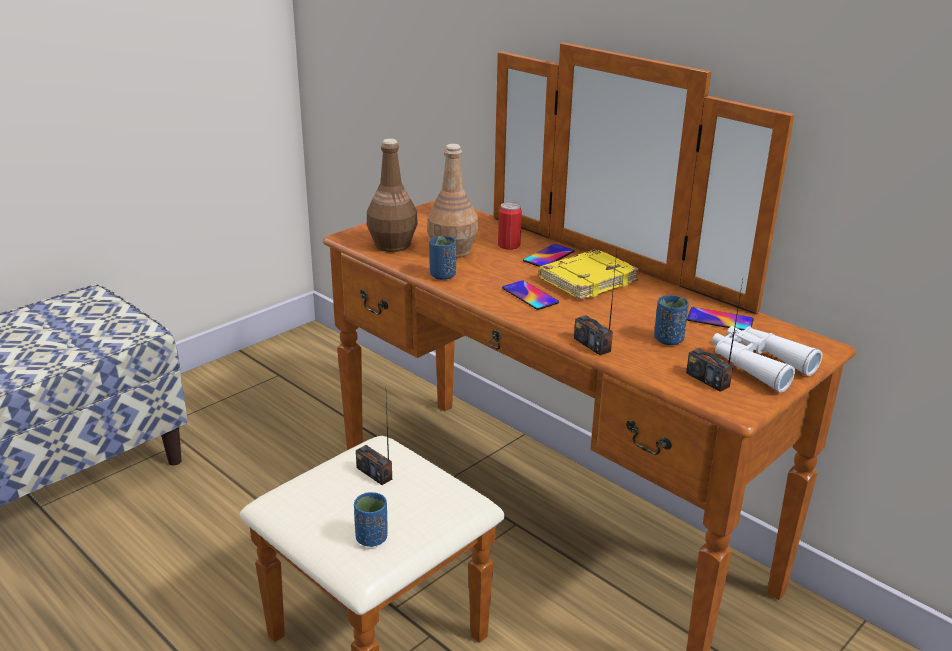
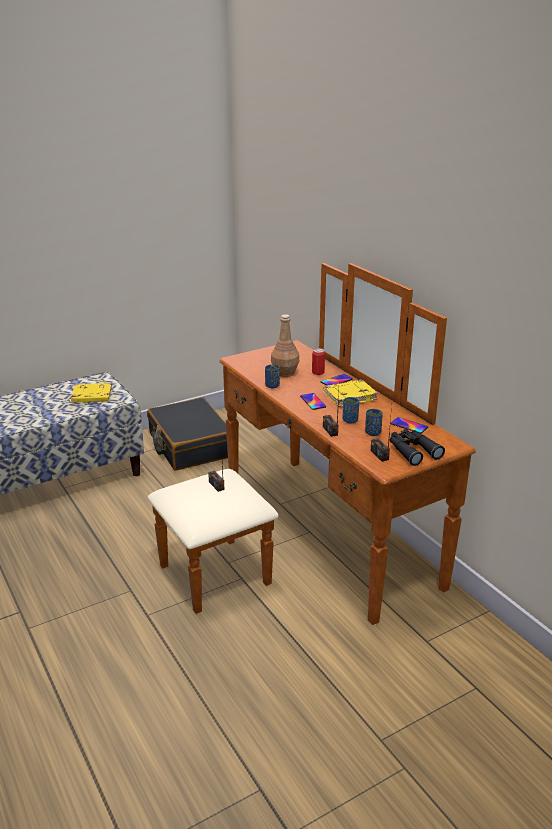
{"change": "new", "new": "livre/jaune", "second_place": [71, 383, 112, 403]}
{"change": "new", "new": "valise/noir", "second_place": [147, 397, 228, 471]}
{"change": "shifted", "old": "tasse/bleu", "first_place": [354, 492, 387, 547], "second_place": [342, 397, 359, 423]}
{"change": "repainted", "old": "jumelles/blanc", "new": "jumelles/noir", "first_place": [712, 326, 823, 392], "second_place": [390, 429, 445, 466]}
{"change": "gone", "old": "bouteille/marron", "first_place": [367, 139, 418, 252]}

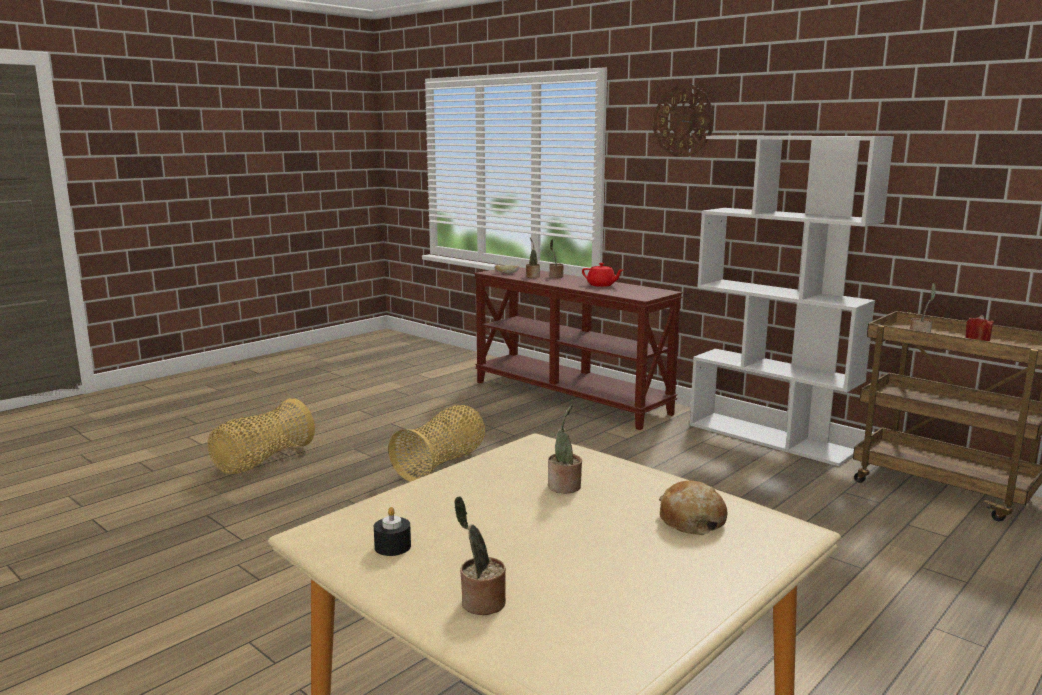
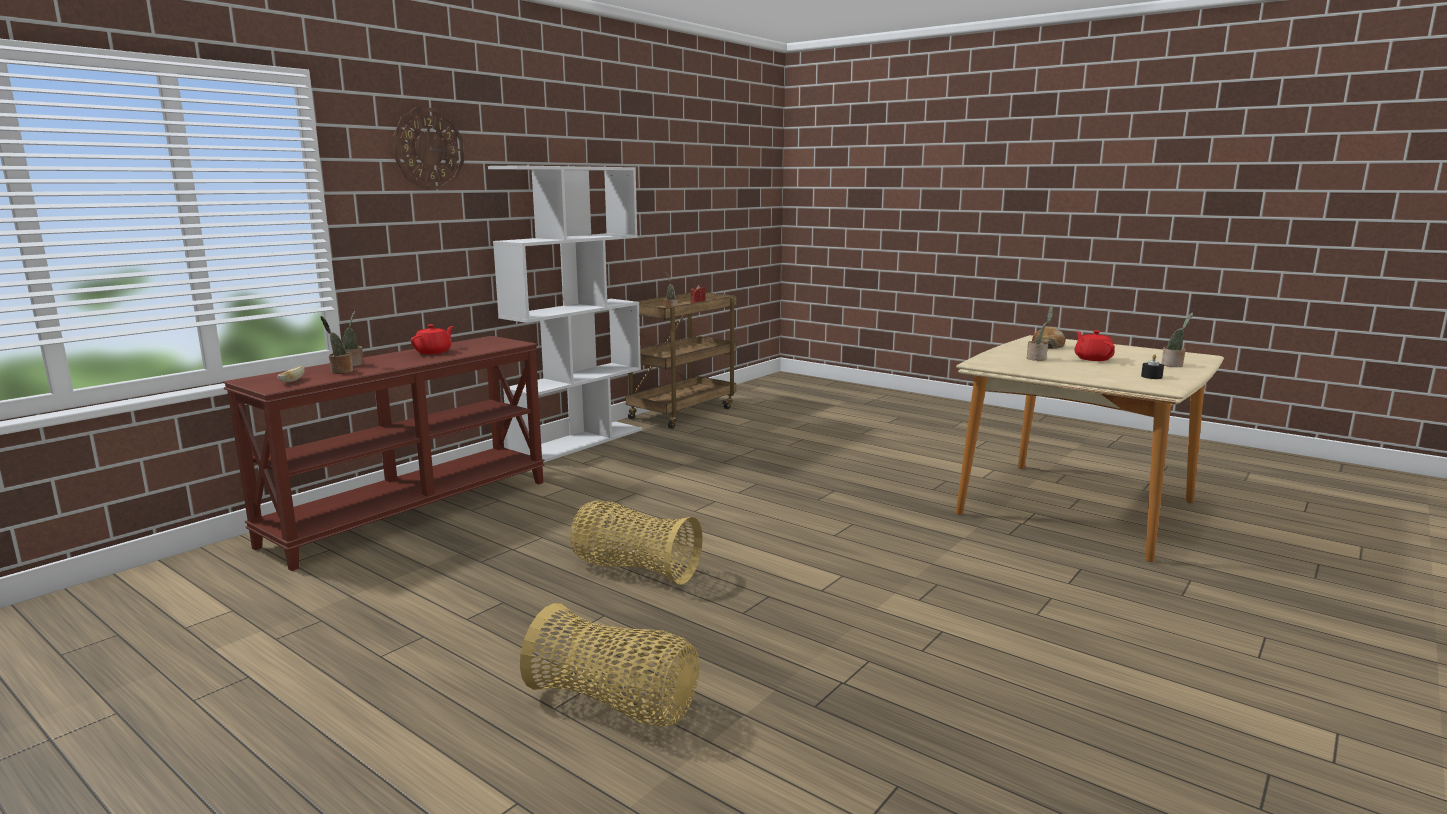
{"change": "new", "new": "théière/rouge", "second_place": [1075, 330, 1115, 361]}

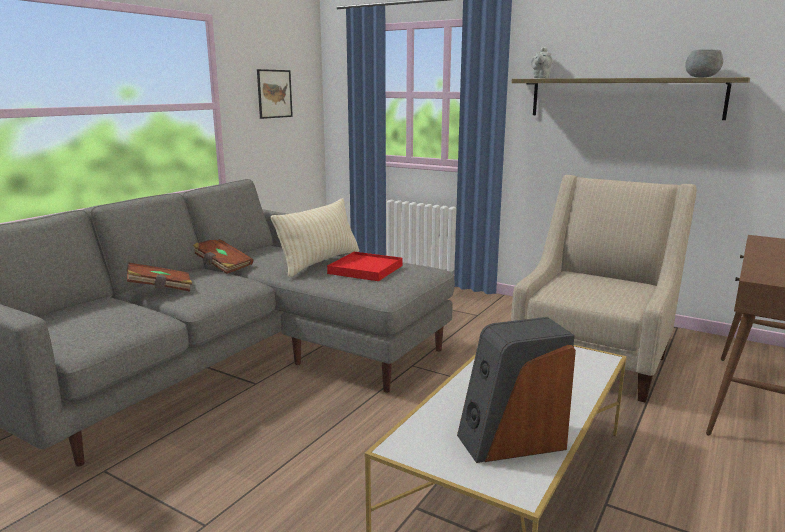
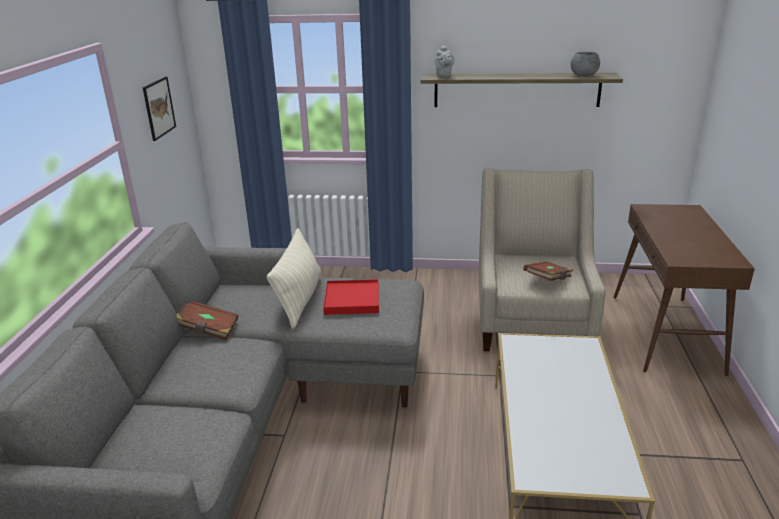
{"change": "shifted", "old": "livre/marron", "first_place": [127, 263, 192, 292], "second_place": [523, 262, 573, 281]}
{"change": "gone", "old": "enceinte", "first_place": [457, 317, 576, 463]}

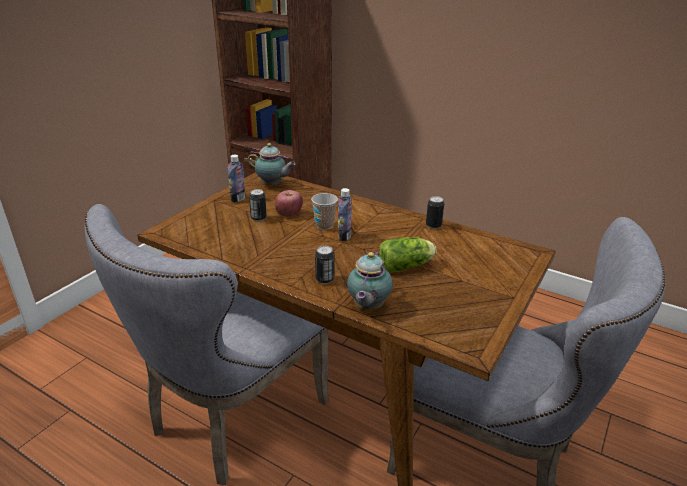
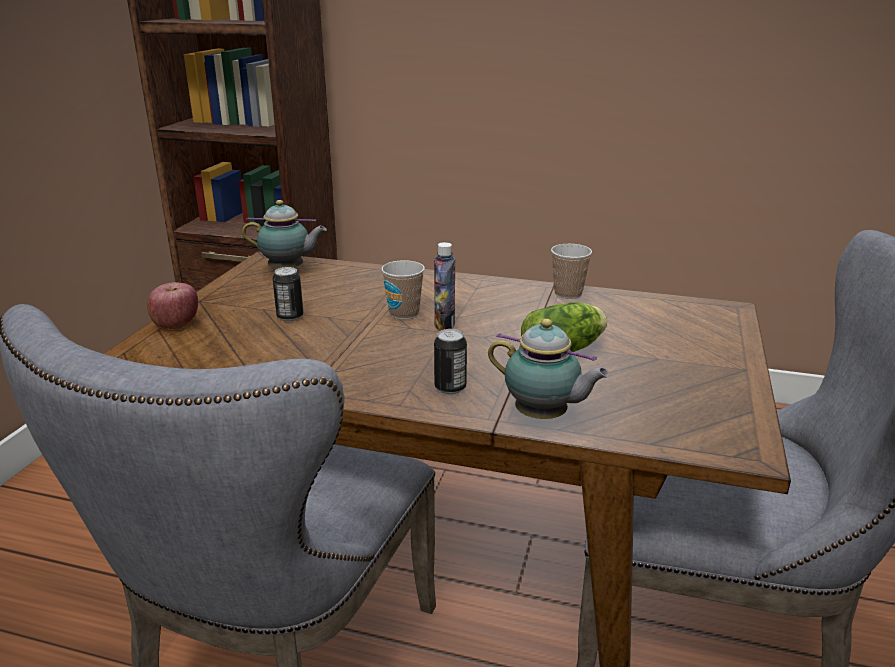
{"change": "shifted", "old": "pomme", "first_place": [275, 190, 303, 217], "second_place": [147, 282, 198, 329]}
{"change": "rotated", "old": "théière", "first_place": [347, 251, 393, 310], "second_place": [488, 319, 610, 419], "degrees": -60}
{"change": "swapped", "old": "boîte métallique", "new": "tasse", "first_place": [426, 196, 444, 229], "second_place": [551, 244, 592, 299]}
{"change": "gone", "old": "bouteille", "first_place": [228, 155, 246, 203]}

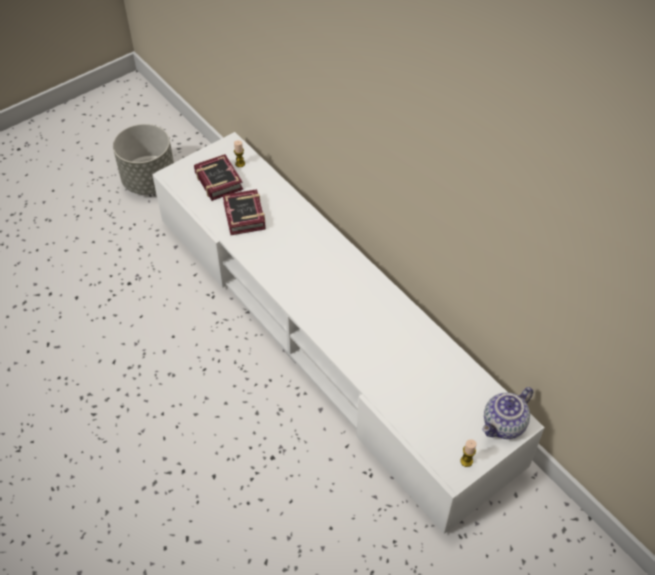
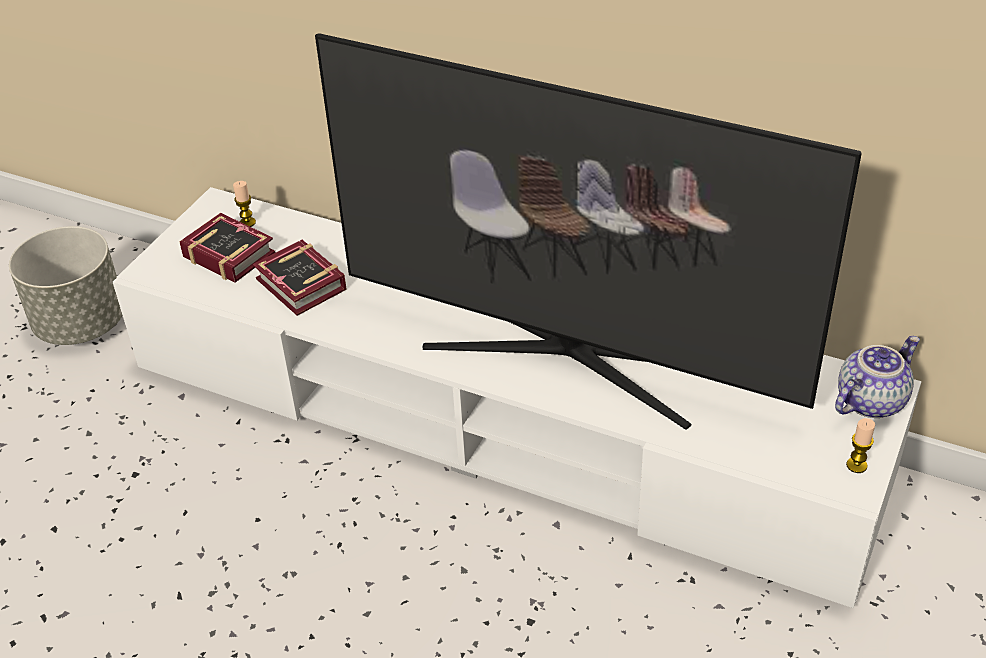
{"change": "new", "new": "téléviseur", "second_place": [315, 33, 862, 430]}
{"change": "rotated", "old": "théière", "first_place": [482, 387, 533, 439], "second_place": [835, 336, 920, 418], "degrees": -150}

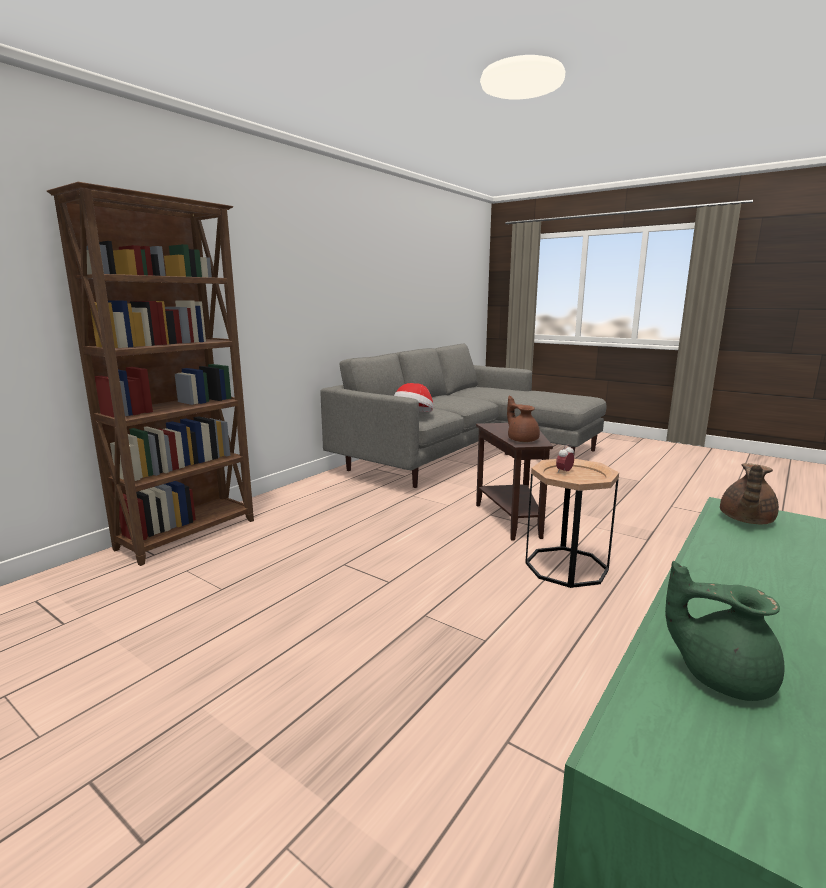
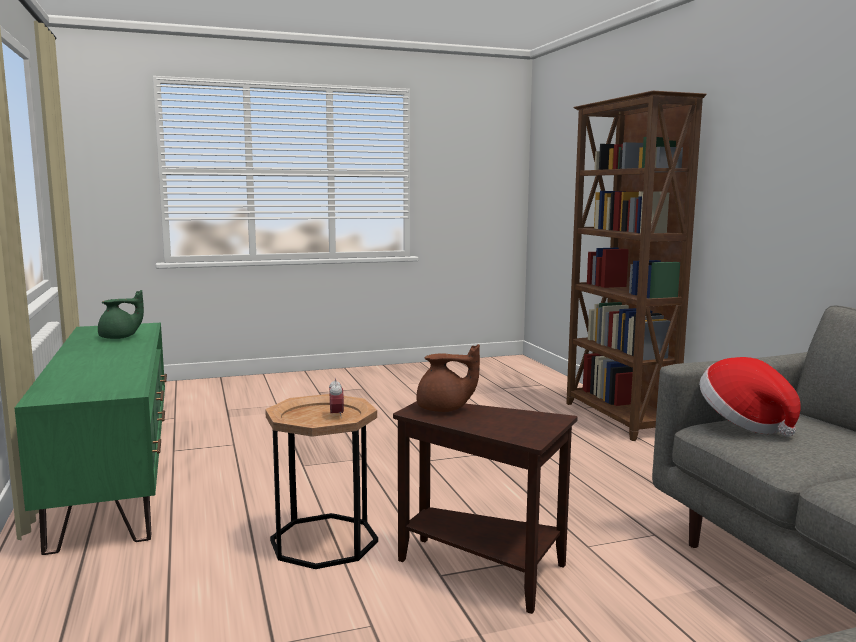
{"change": "gone", "old": "théière/marron", "first_place": [720, 463, 779, 524]}

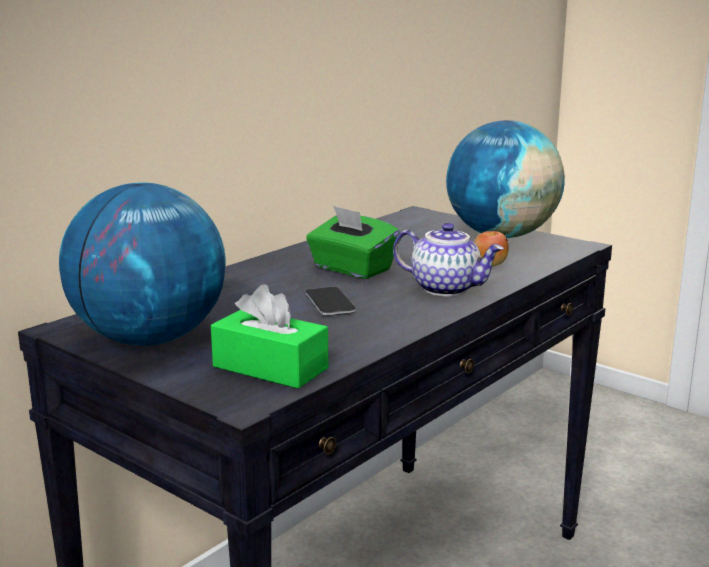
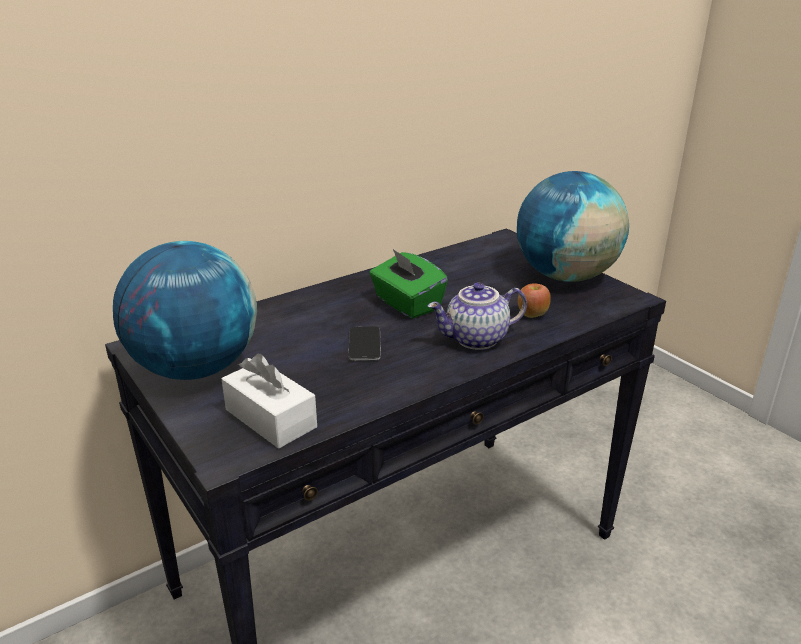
{"change": "repainted", "old": "boîte à mouchoirs/vert", "new": "boîte à mouchoirs/blanc", "first_place": [211, 284, 328, 389], "second_place": [222, 354, 317, 448]}
{"change": "rotated", "old": "théière", "first_place": [393, 223, 504, 297], "second_place": [428, 282, 527, 350], "degrees": 120}

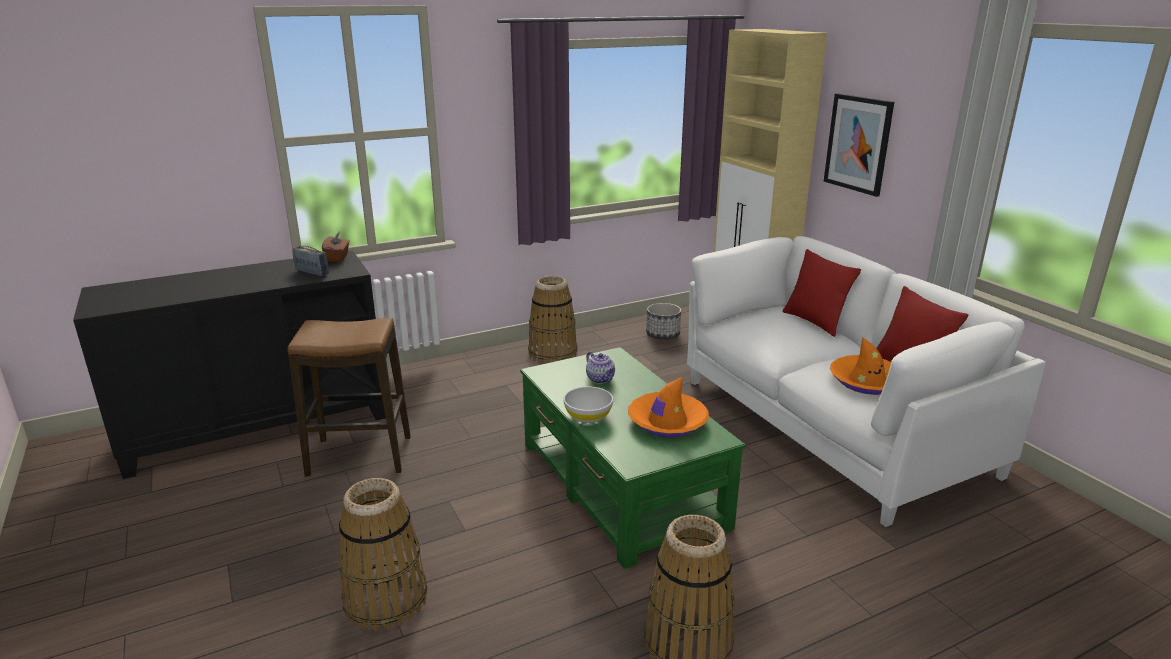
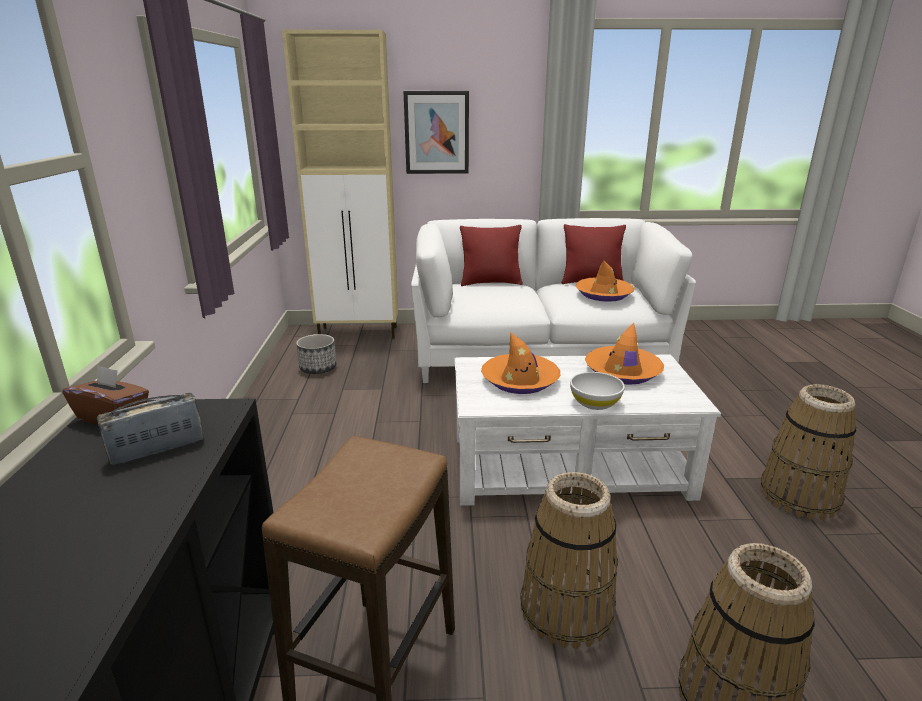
{"change": "repainted", "old": "table basse/vert", "new": "table basse/blanc", "first_place": [520, 347, 746, 569], "second_place": [455, 354, 721, 506]}
{"change": "swapped", "old": "théière", "new": "chapeau/orange", "first_place": [586, 352, 615, 384], "second_place": [481, 332, 560, 394]}
{"change": "shifted", "old": "panier", "first_place": [528, 276, 577, 364], "second_place": [520, 472, 618, 649]}

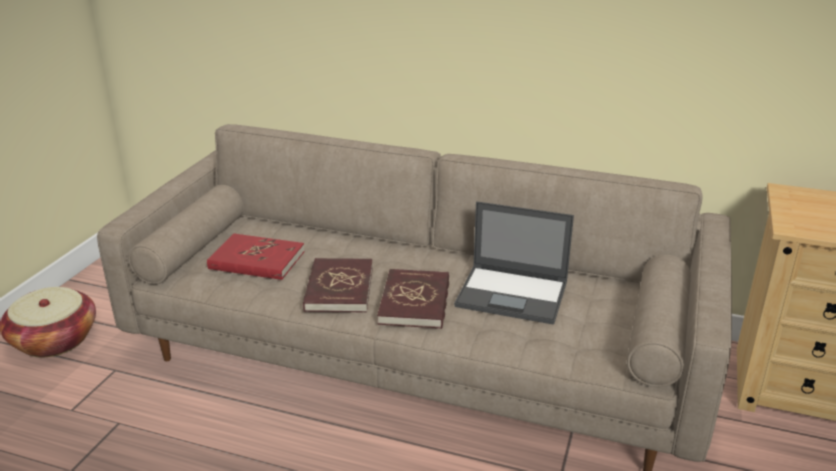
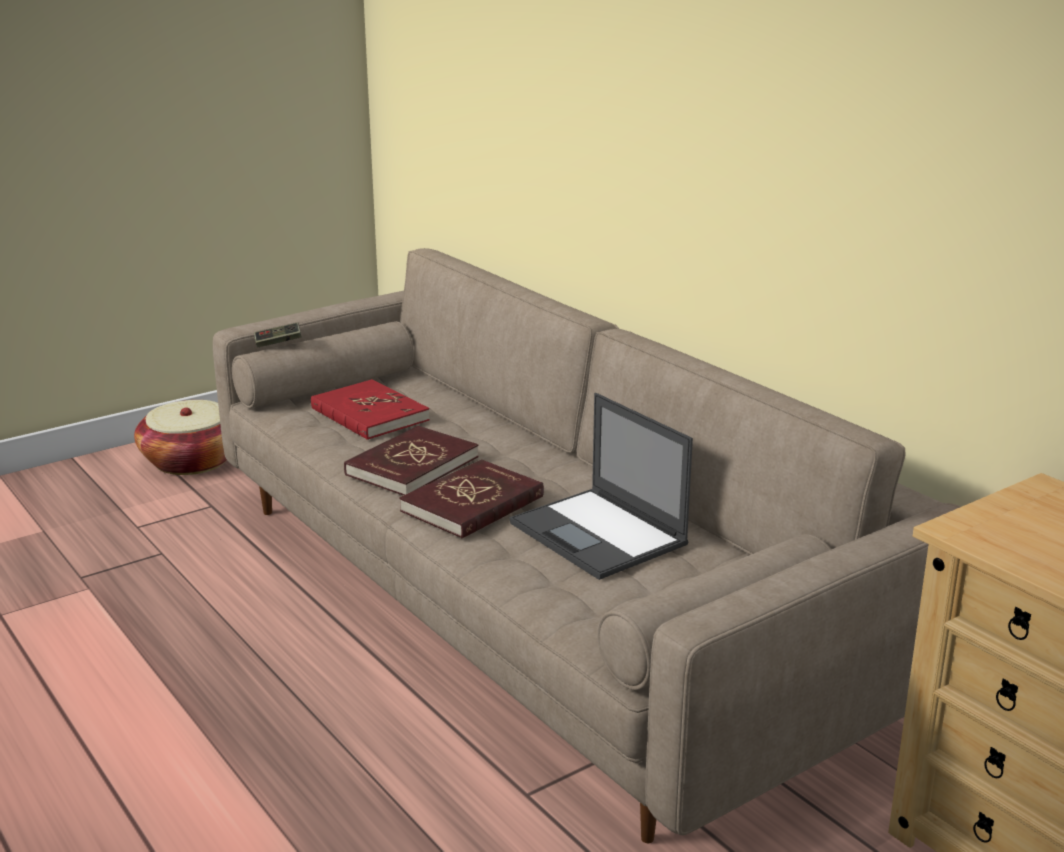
{"change": "new", "new": "manette", "second_place": [254, 322, 302, 347]}

